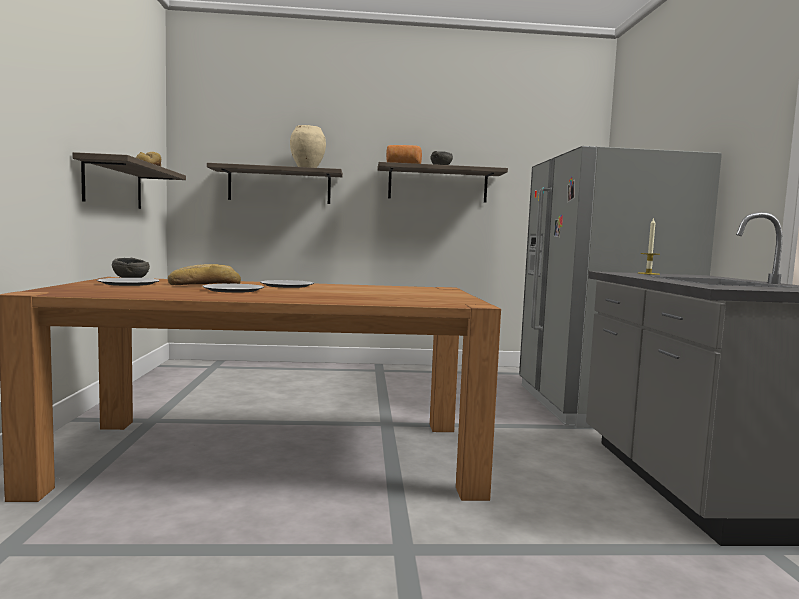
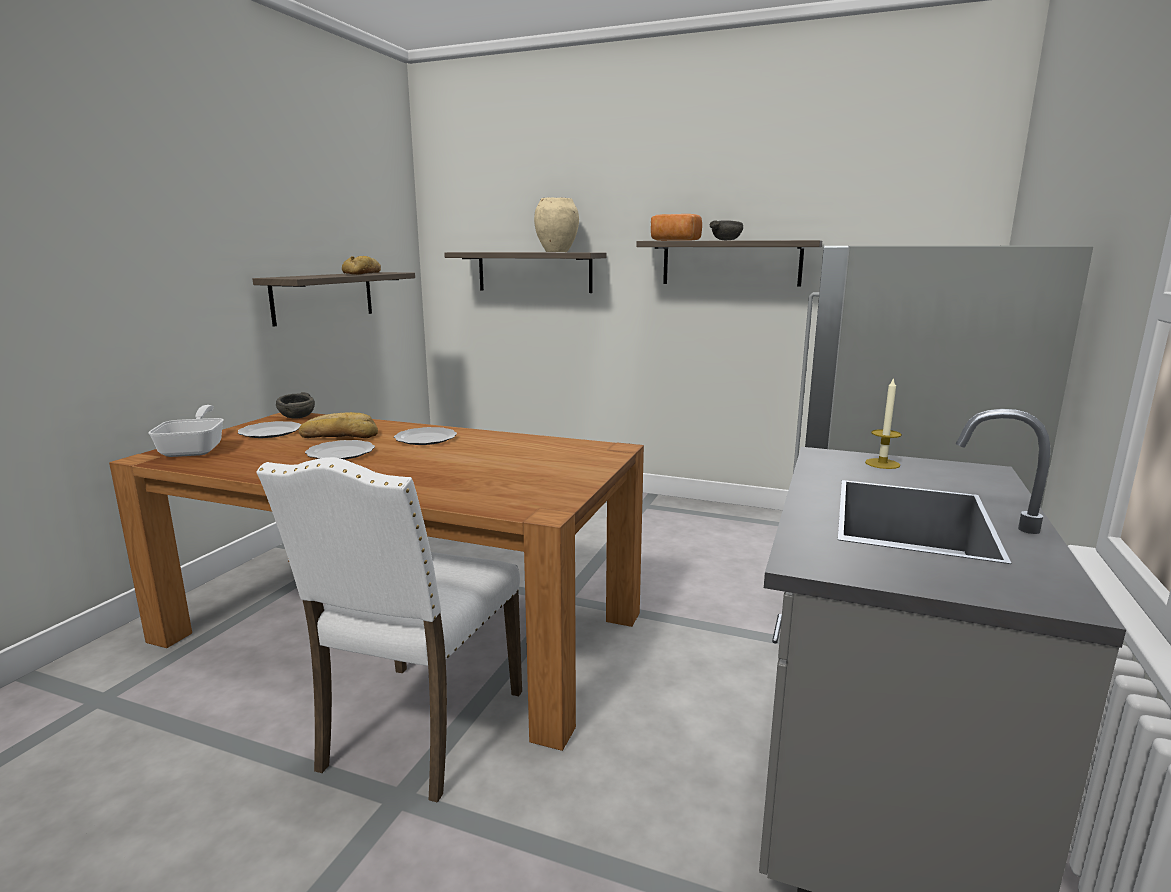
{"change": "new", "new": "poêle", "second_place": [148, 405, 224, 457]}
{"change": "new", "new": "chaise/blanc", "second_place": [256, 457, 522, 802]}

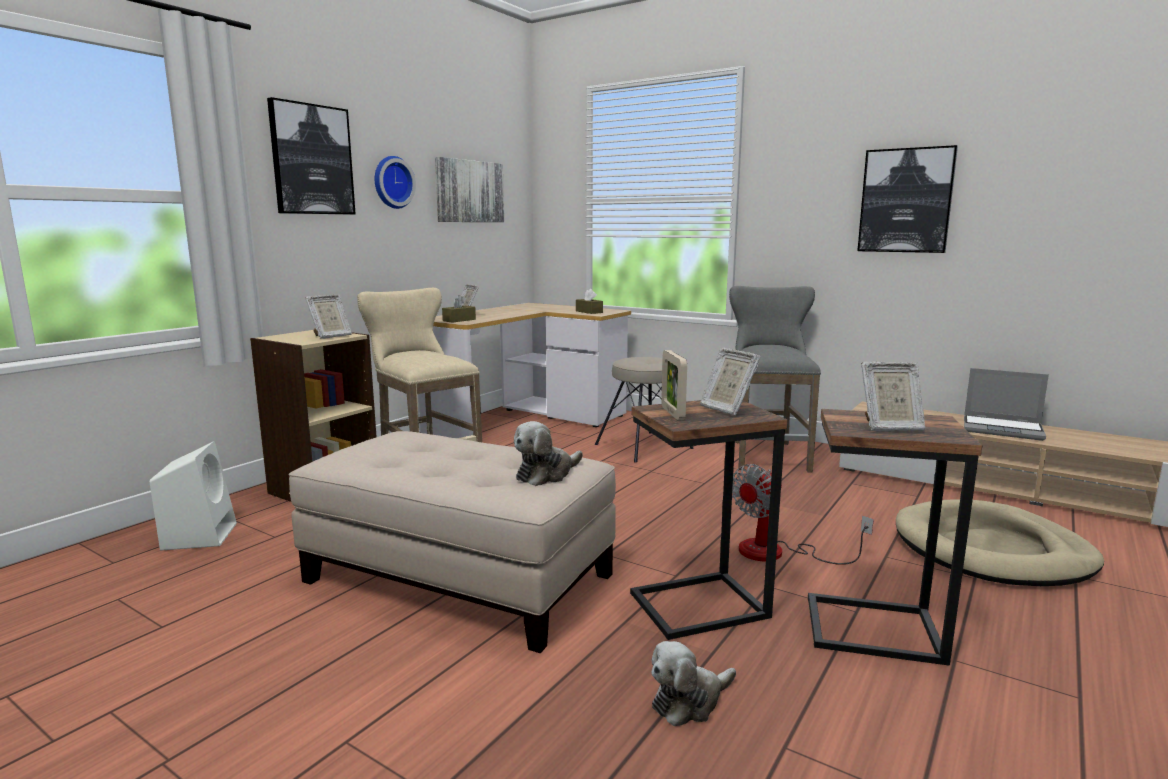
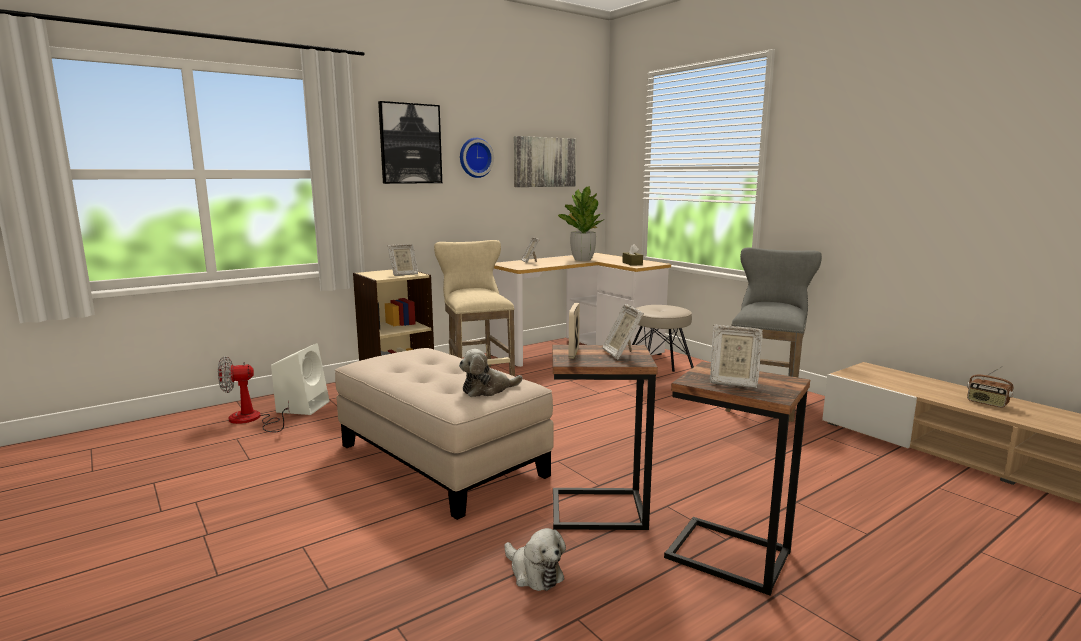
{"change": "shifted", "old": "ventilateur", "first_place": [732, 464, 874, 565], "second_place": [218, 356, 290, 432]}
{"change": "rotated", "old": "peluche", "first_place": [651, 641, 736, 726], "second_place": [504, 528, 566, 591], "degrees": -120}
{"change": "new", "new": "plante en pot", "second_place": [558, 186, 603, 261]}
{"change": "swapped", "old": "ordinateur portable", "new": "radio", "first_place": [964, 368, 1049, 441], "second_place": [967, 366, 1014, 408]}
{"change": "gone", "old": "boîte à mouchoirs/marron", "first_place": [442, 295, 476, 323]}
{"change": "gone", "old": "tableau", "first_place": [857, 145, 958, 253]}
{"change": "gone", "old": "panier pour chien/beige", "first_place": [896, 500, 1104, 586]}

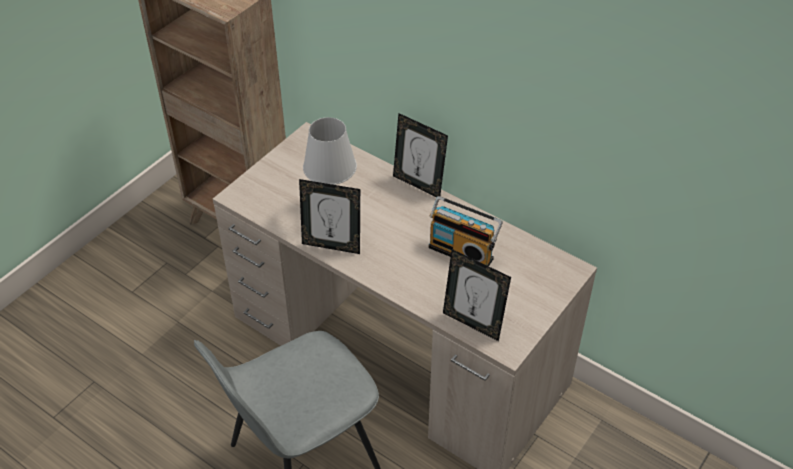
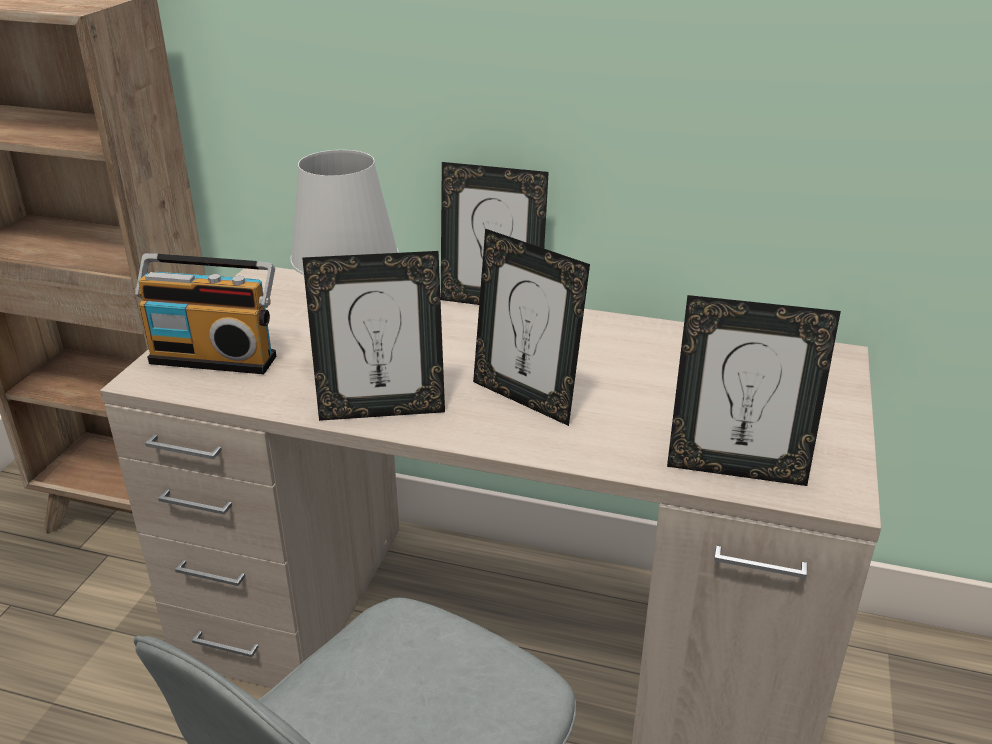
{"change": "shifted", "old": "radio", "first_place": [428, 196, 503, 266], "second_place": [135, 253, 276, 374]}
{"change": "new", "new": "cadre photo", "second_place": [473, 229, 590, 426]}

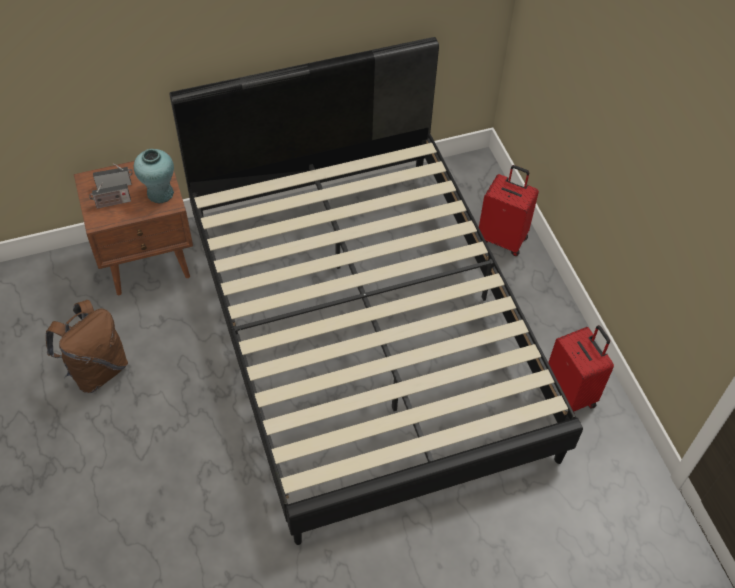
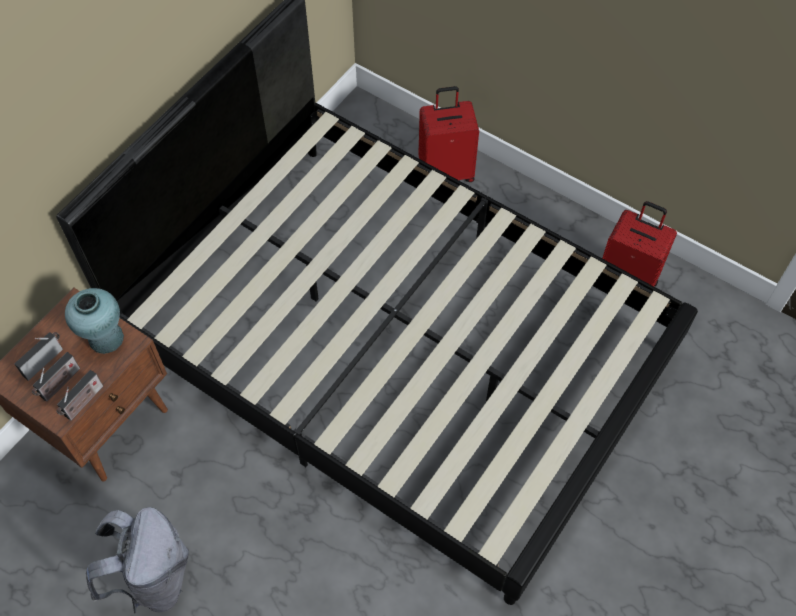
{"change": "new", "new": "radio", "second_place": [57, 370, 103, 421]}
{"change": "repainted", "old": "sac à dos/marron", "new": "sac à dos/gris", "first_place": [46, 300, 128, 393], "second_place": [86, 507, 189, 613]}

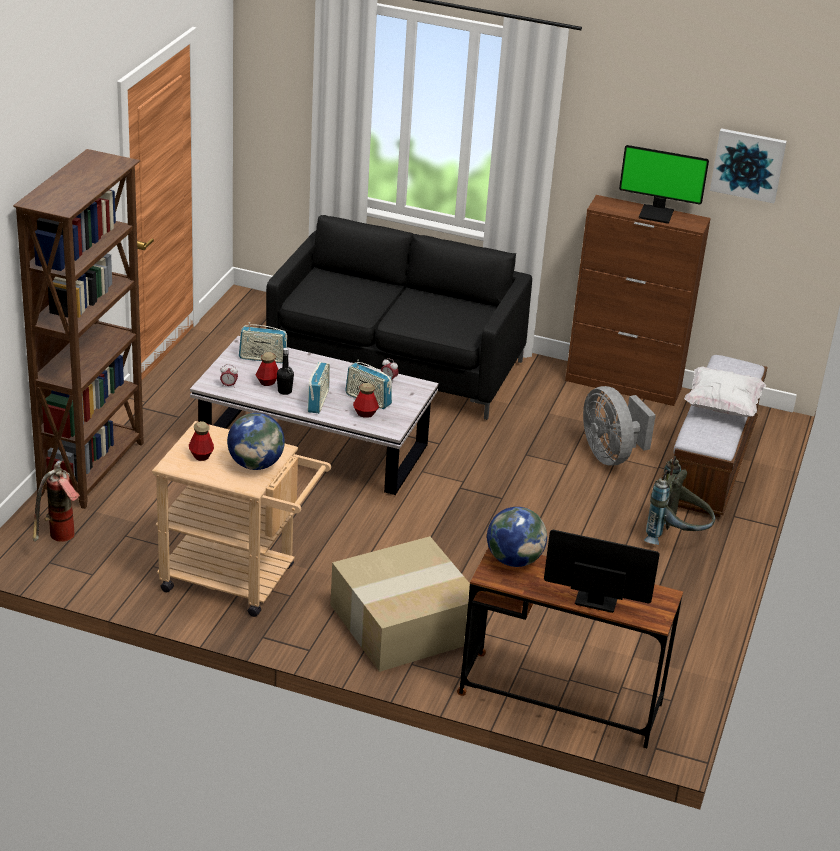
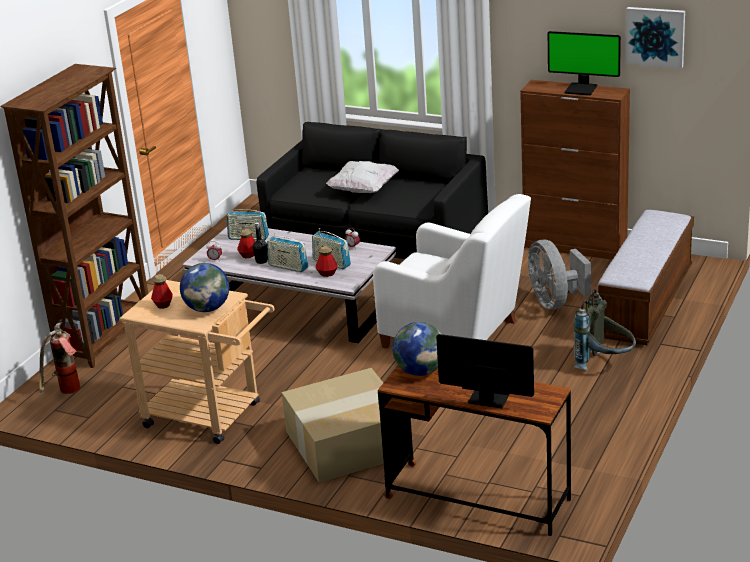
{"change": "rotated", "old": "radio", "first_place": [308, 362, 330, 414], "second_place": [267, 233, 309, 272], "degrees": 105}
{"change": "shifted", "old": "coussin/blanc", "first_place": [684, 366, 766, 417], "second_place": [326, 161, 399, 193]}
{"change": "new", "new": "fauteuil/blanc", "second_place": [373, 194, 531, 349]}

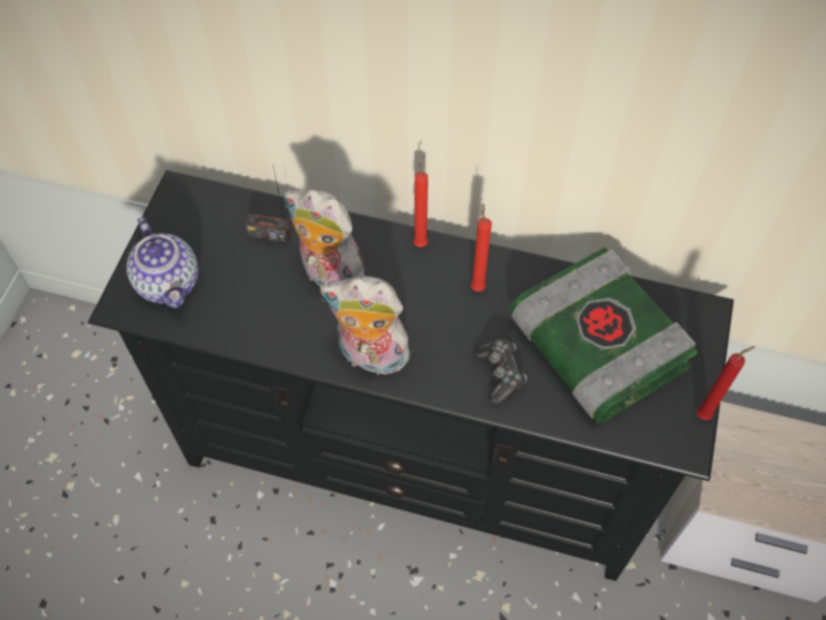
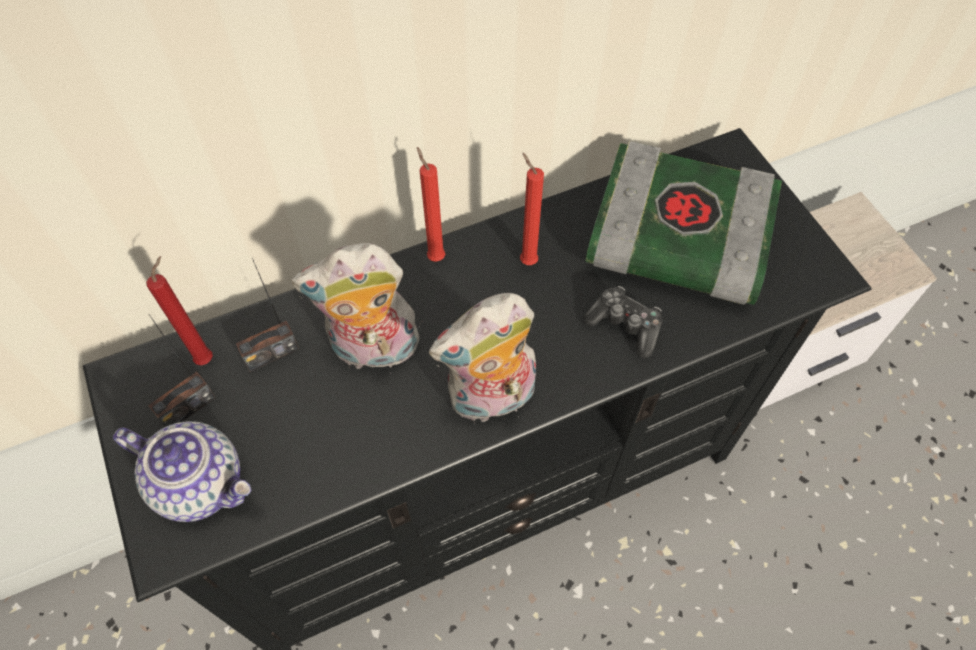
{"change": "shifted", "old": "bougie/rouge", "first_place": [697, 346, 755, 420], "second_place": [146, 256, 213, 365]}
{"change": "new", "new": "radio", "second_place": [148, 314, 216, 427]}

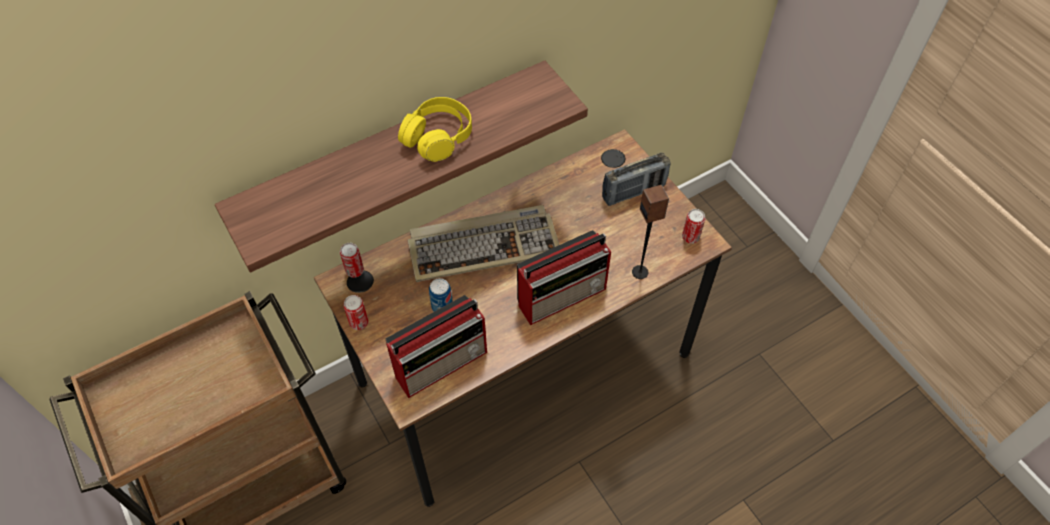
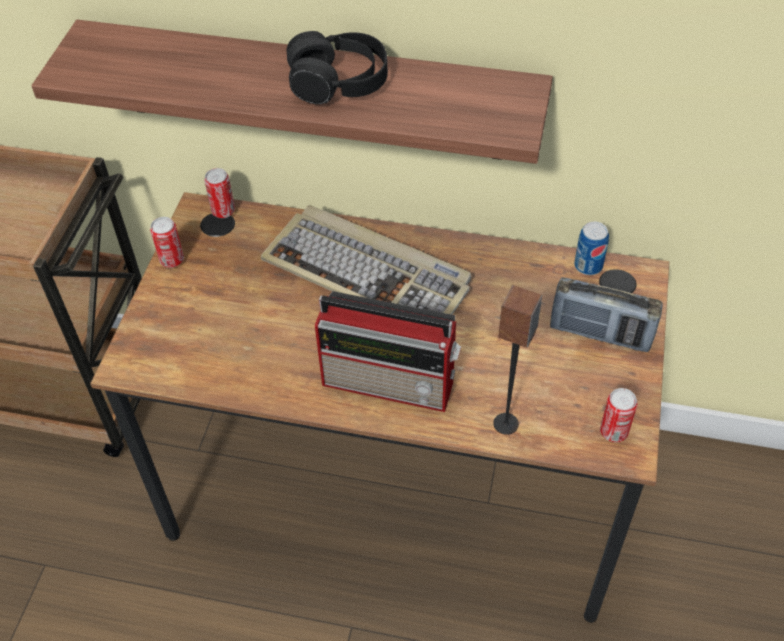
{"change": "repainted", "old": "casque audio/jaune", "new": "casque audio/noir", "first_place": [398, 97, 472, 162], "second_place": [286, 31, 388, 104]}
{"change": "shifted", "old": "boîte métallique", "first_place": [429, 278, 453, 312], "second_place": [574, 222, 609, 275]}
{"change": "gone", "old": "radio", "first_place": [385, 295, 487, 398]}

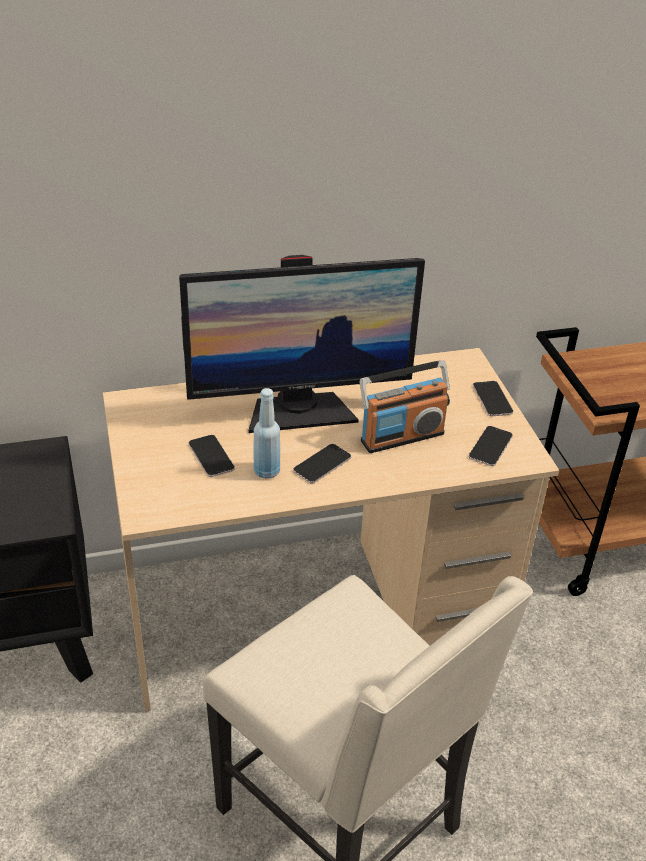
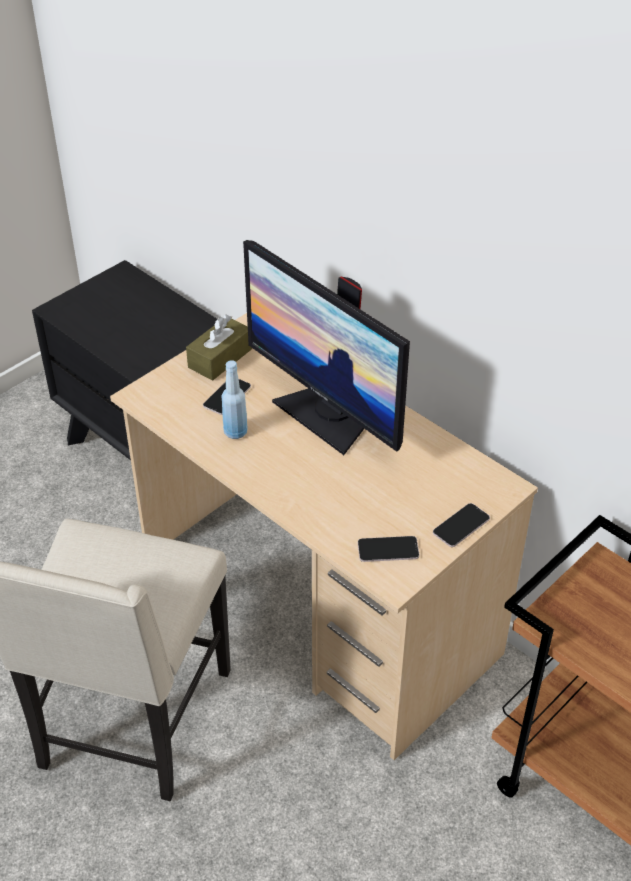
{"change": "new", "new": "boîte à mouchoirs/marron", "second_place": [186, 314, 252, 381]}
{"change": "gone", "old": "téléphone", "first_place": [293, 444, 351, 484]}
{"change": "gone", "old": "radio", "first_place": [360, 360, 450, 453]}

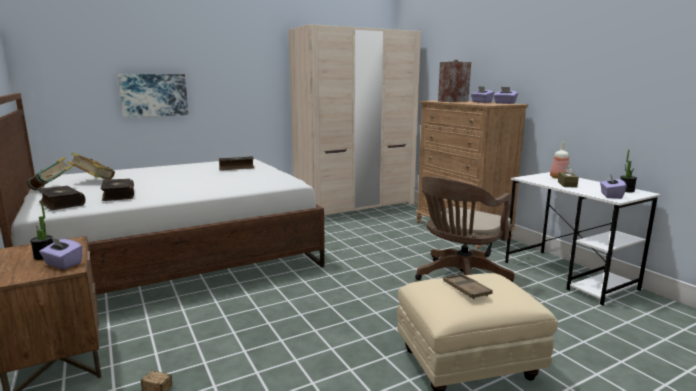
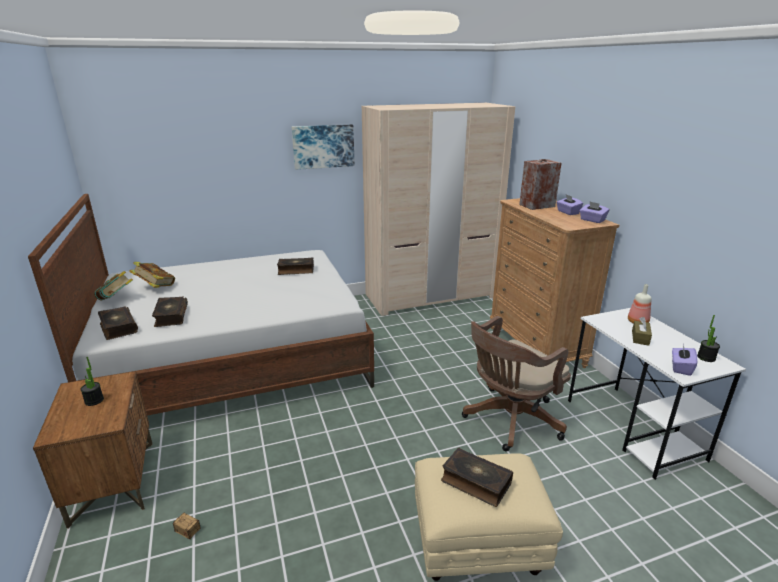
{"change": "shifted", "old": "tableau", "first_place": [118, 74, 188, 117], "second_place": [292, 124, 355, 170]}
{"change": "swapped", "old": "plateau/marron", "new": "livre", "first_place": [443, 274, 492, 299], "second_place": [441, 448, 513, 507]}
{"change": "gone", "old": "boîte à mouchoirs/violet", "first_place": [39, 237, 83, 269]}

